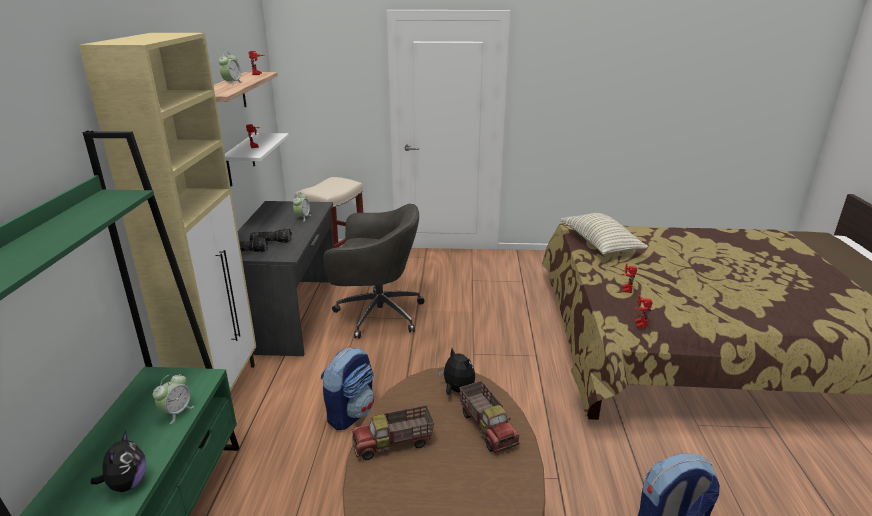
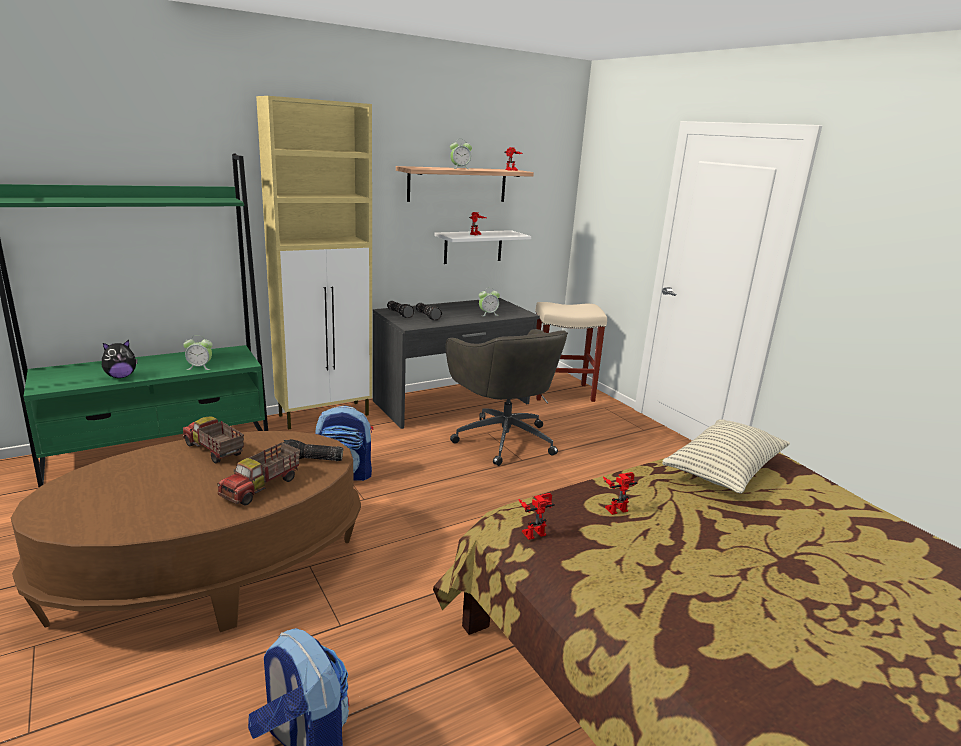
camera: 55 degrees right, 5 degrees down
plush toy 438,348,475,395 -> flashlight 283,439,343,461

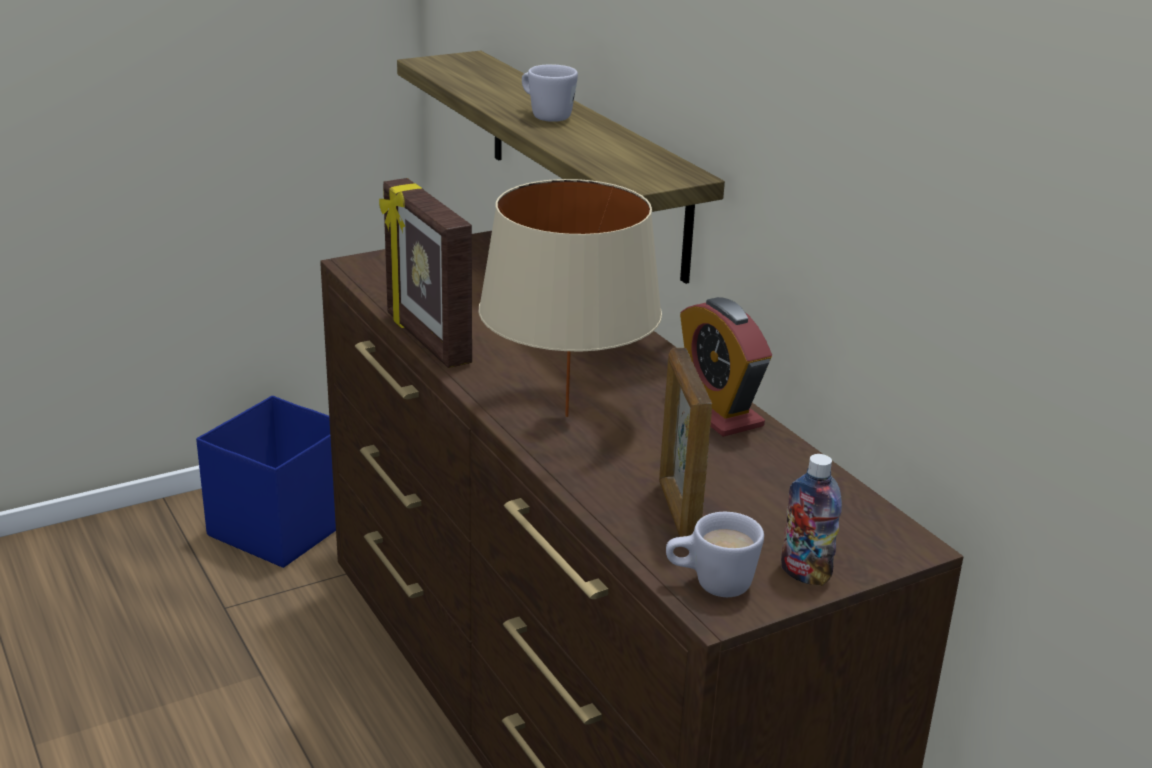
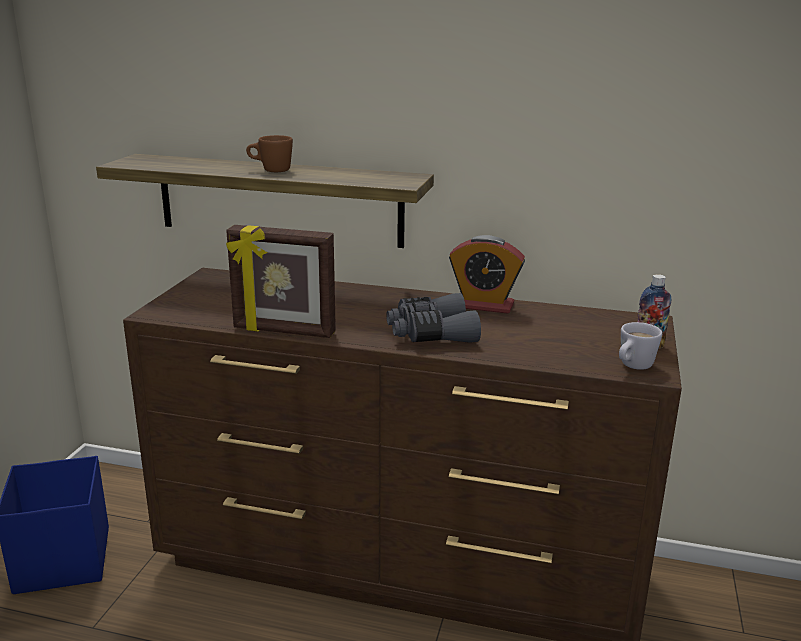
camera: 45 degrees left, 5 degrees down
photo frame 659,348,712,537 -> none
sand-coloured lamp for a table 479,179,662,417 -> grey field glasses 386,293,481,343
whitish coffee mug 522,64,578,122 -> brown coffee mug 246,135,293,172

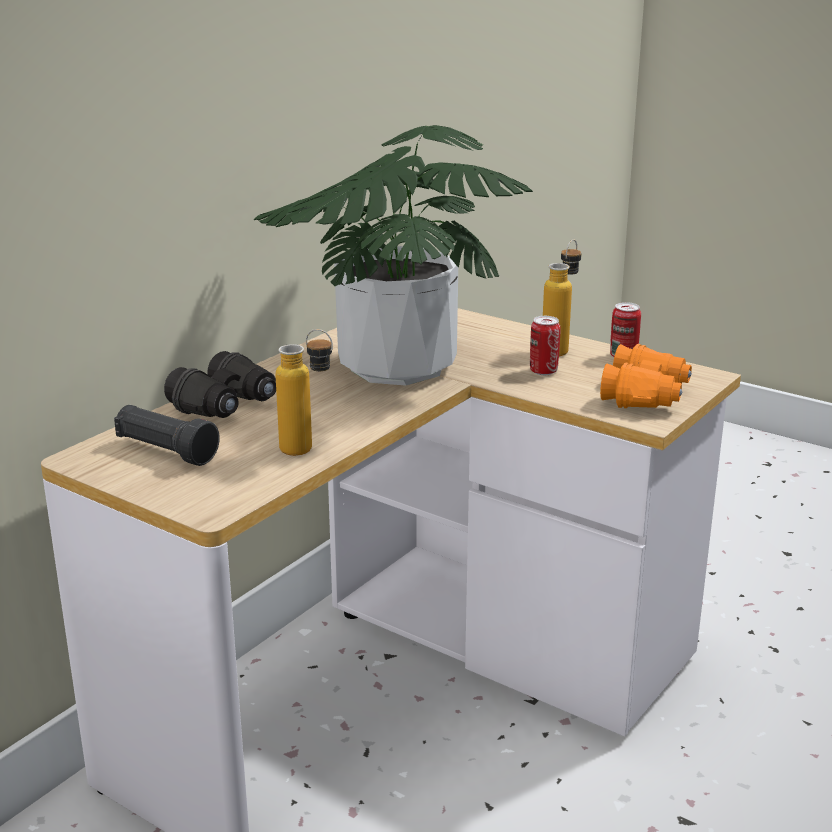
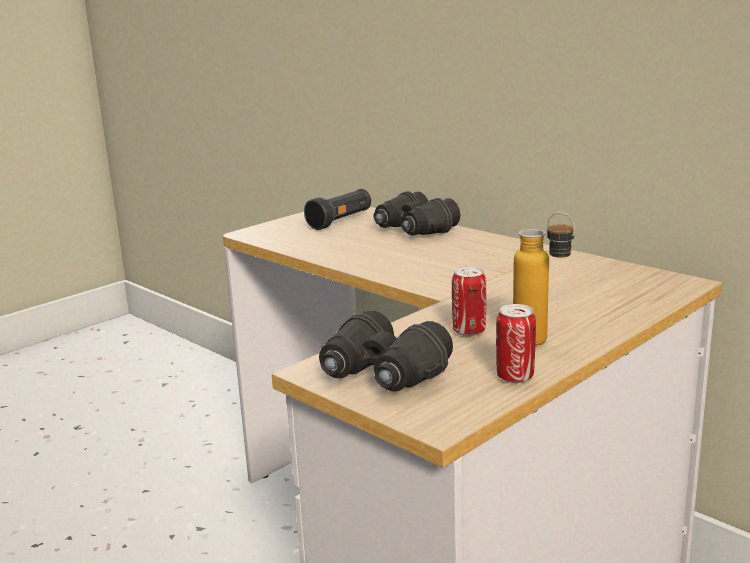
camera: 100 degrees right, 5 degrees down
houseplant 254,125,533,386 -> none
drink bottle 275,329,333,456 -> none
orange-coloured field glasses 600,344,692,408 -> blackish field glasses 319,310,453,392

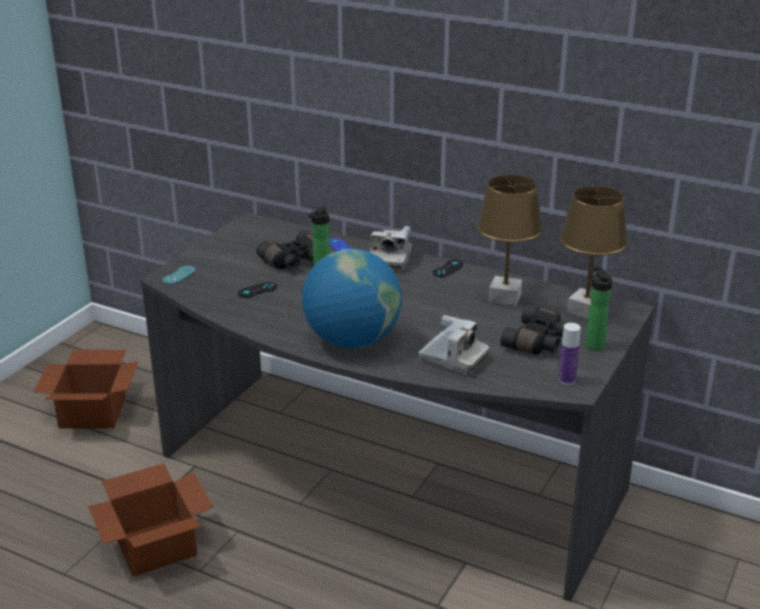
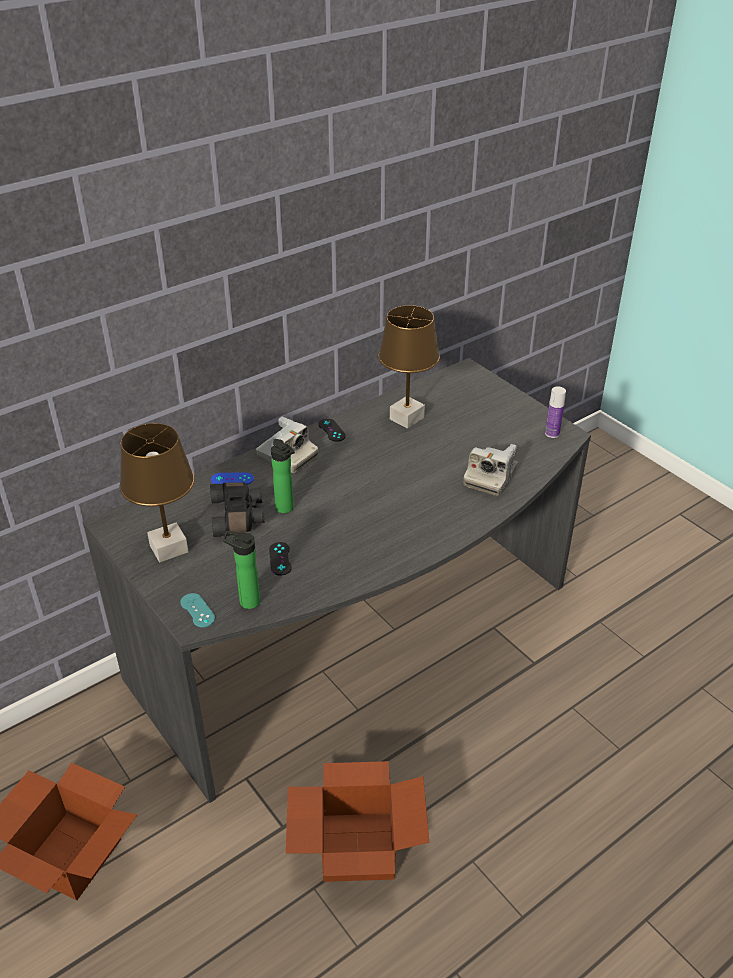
camera: 65 degrees left, 10 degrees up
globe 302,249,402,349 -> none
blackish field glasses 500,305,567,354 -> none
brown lamp for a table 560,186,628,319 -> brown lamp for a table 120,423,195,562, relocated
drink bottle 585,267,612,351 -> drink bottle 223,531,260,609, relocated
still camera 419,315,489,375 -> still camera 463,444,517,496, 150 degrees clockwise

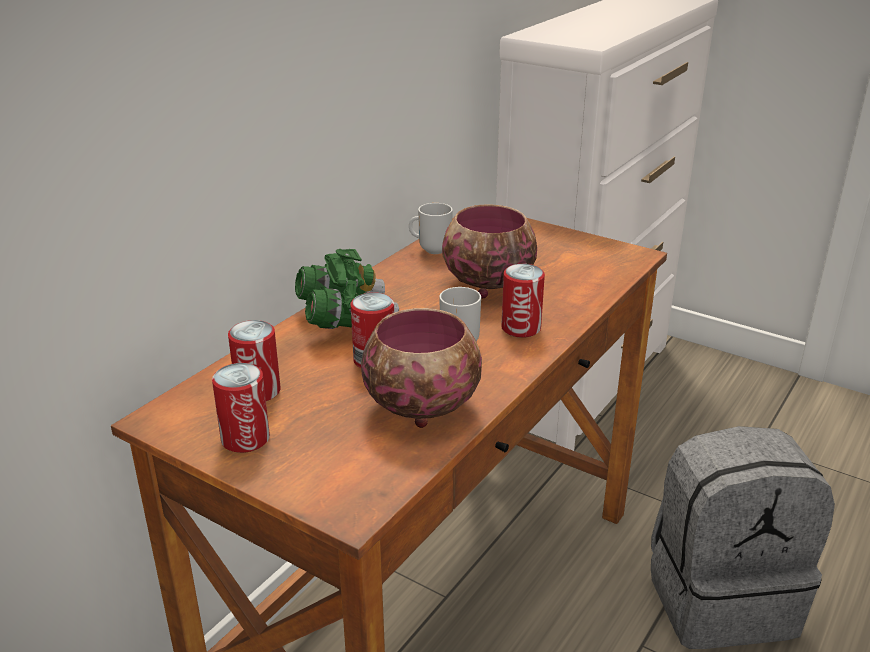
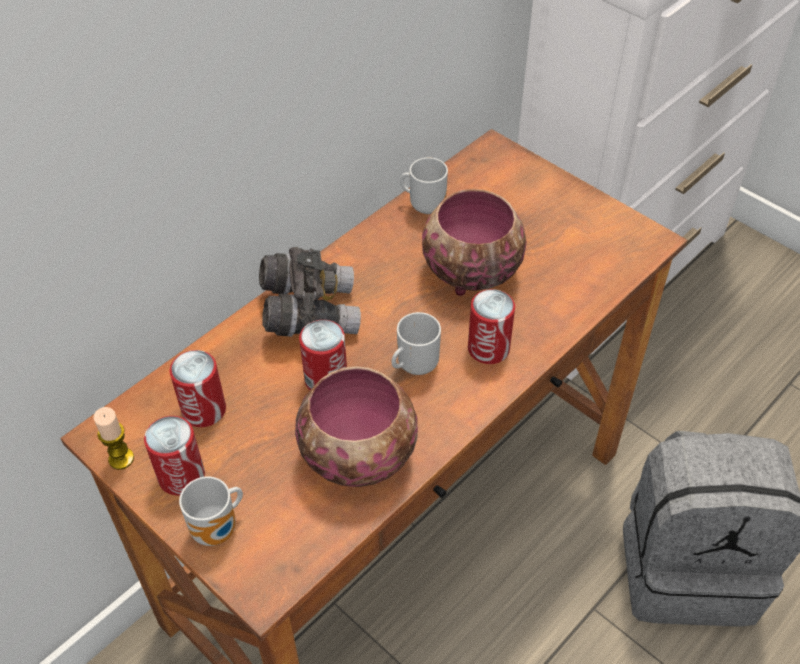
camera: 10 degrees right, 20 degrees up
none -> wax candle 93,407,134,470
none -> coffee mug 179,476,243,546
green field glasses 295,249,399,329 -> grey field glasses 259,247,361,337

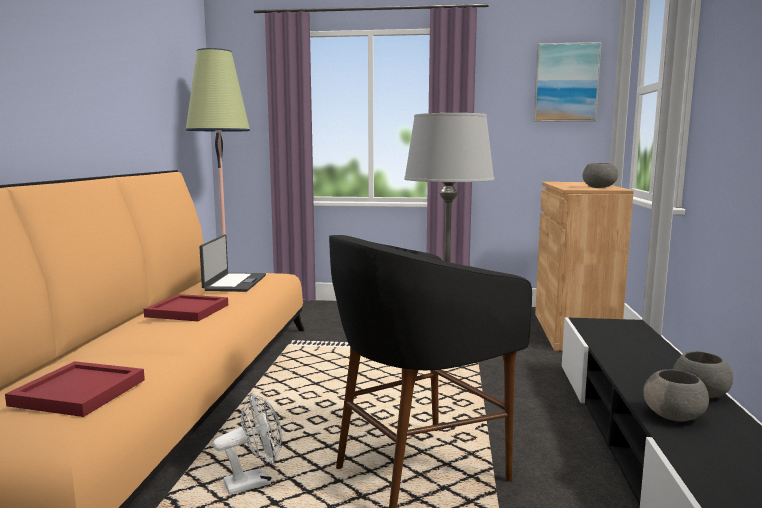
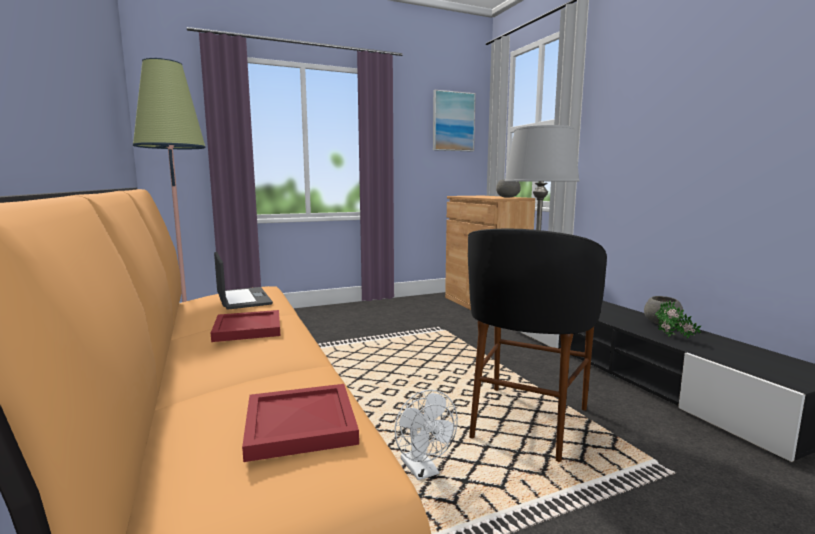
camera: 30 degrees left, 0 degrees up
grey bowl 643,369,709,421 -> houseplant 655,301,701,339
whitish fan 213,393,282,495 -> whitish fan 395,390,458,480, 120 degrees clockwise

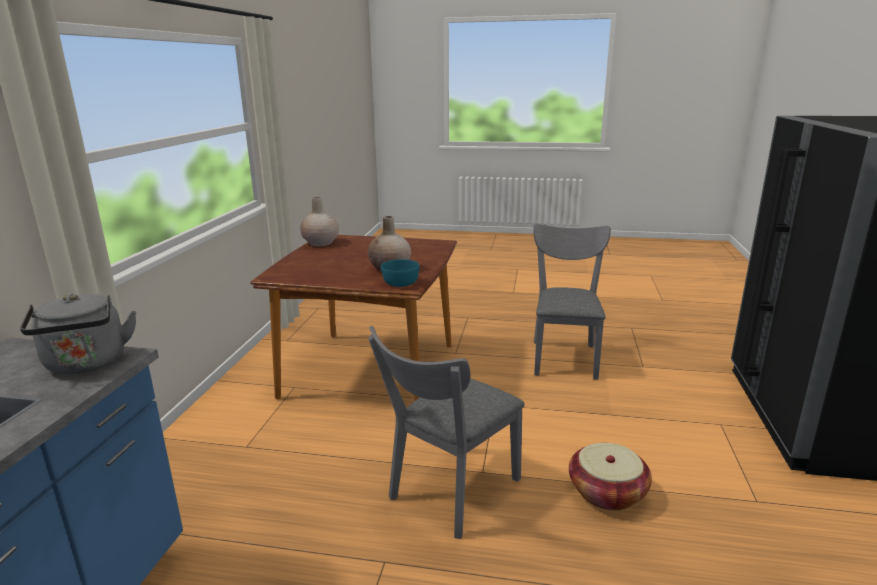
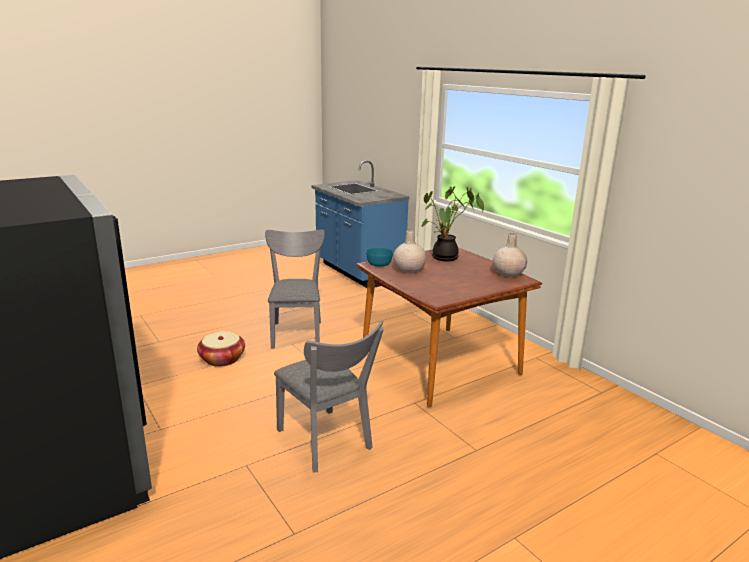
camera: 135 degrees right, 0 degrees up
grey tea kettle 20,294,136,374 -> none
none -> houseplant 421,186,484,261

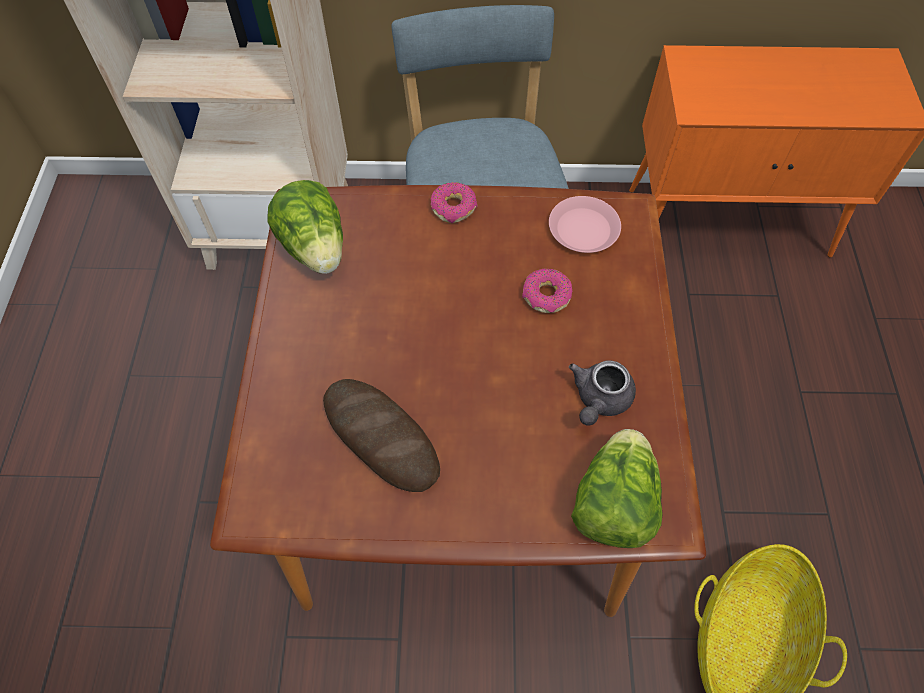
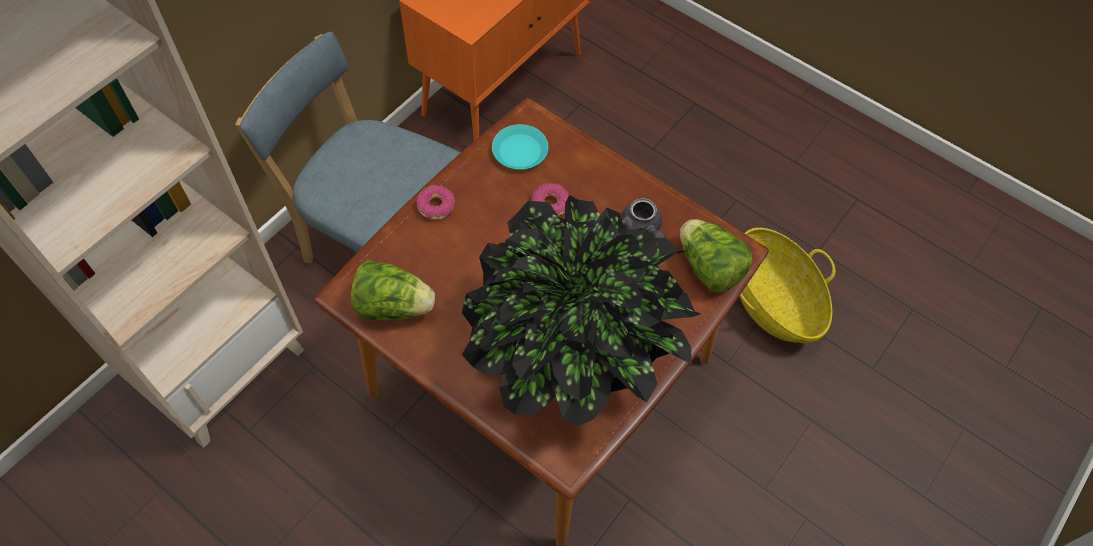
camera: 55 degrees left, 0 degrees up
bakery bread 323,379,440,492 -> houseplant 462,195,701,426
pink-coloured dinner plate 549,196,621,253 -> turquoise-coloured dinner plate 492,124,548,170

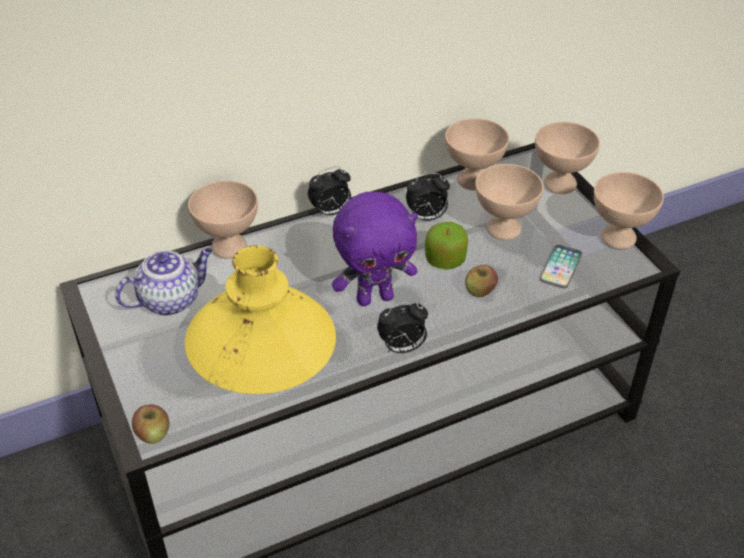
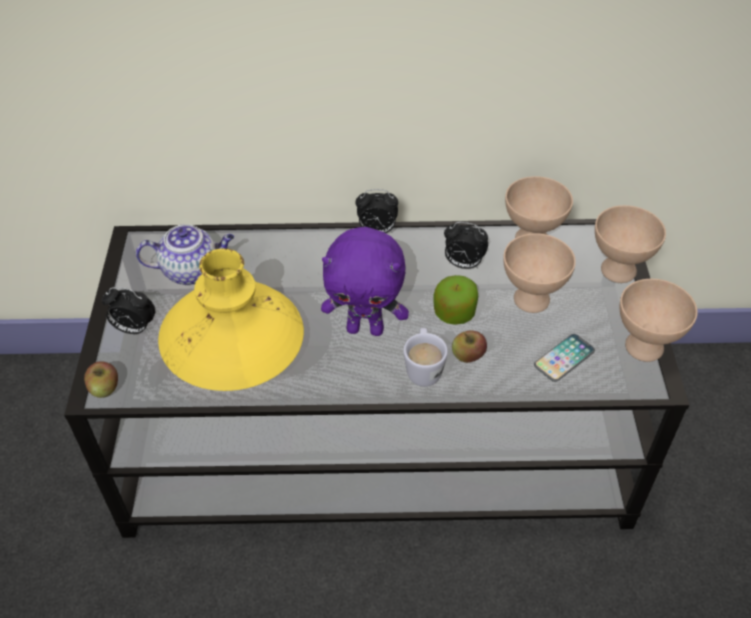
camera: 25 degrees right, 5 degrees up
sand-coloured bowl 188,181,258,258 -> none
none -> whitish coffee mug 403,328,448,387
table clock 377,301,428,353 -> table clock 102,287,156,334, relocated

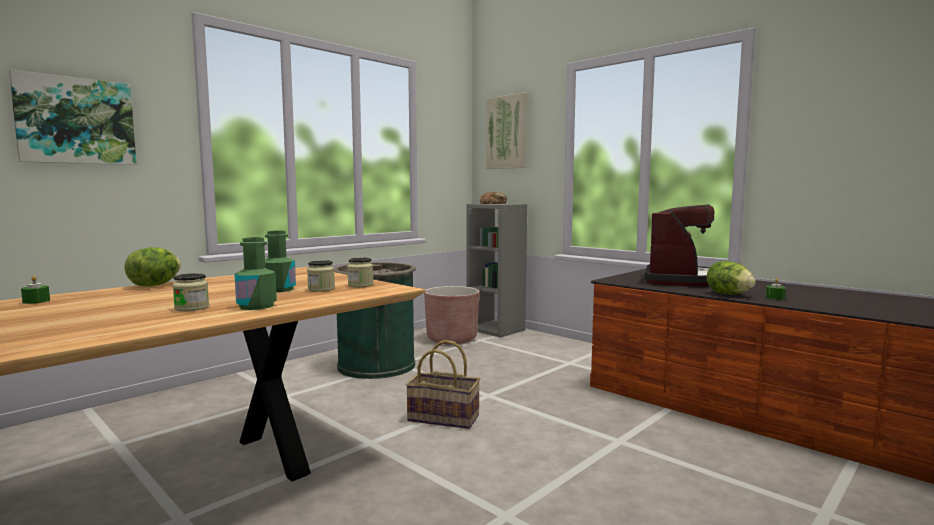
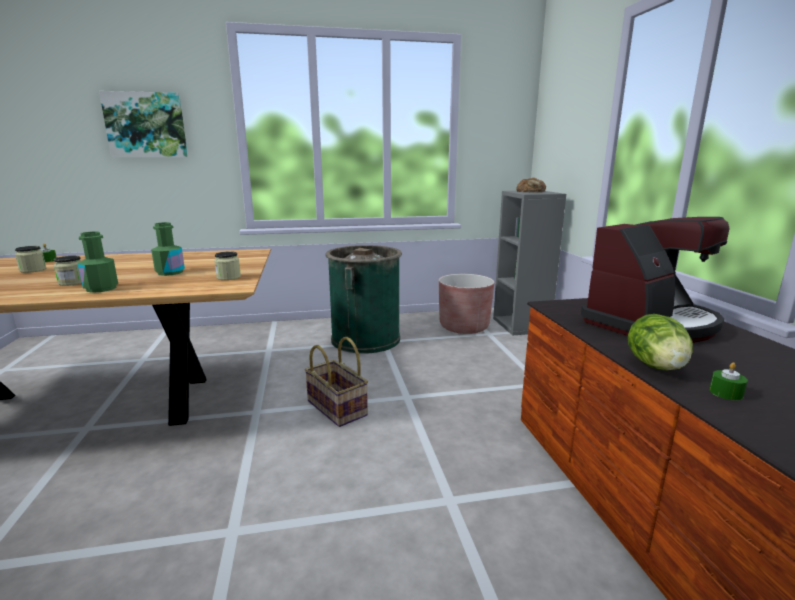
camera: 35 degrees right, 10 degrees up
lettuce head 124,247,181,287 -> none
wall picture 486,93,527,169 -> none
preserve jar 307,260,335,292 -> preserve jar 15,246,46,273, relocated

